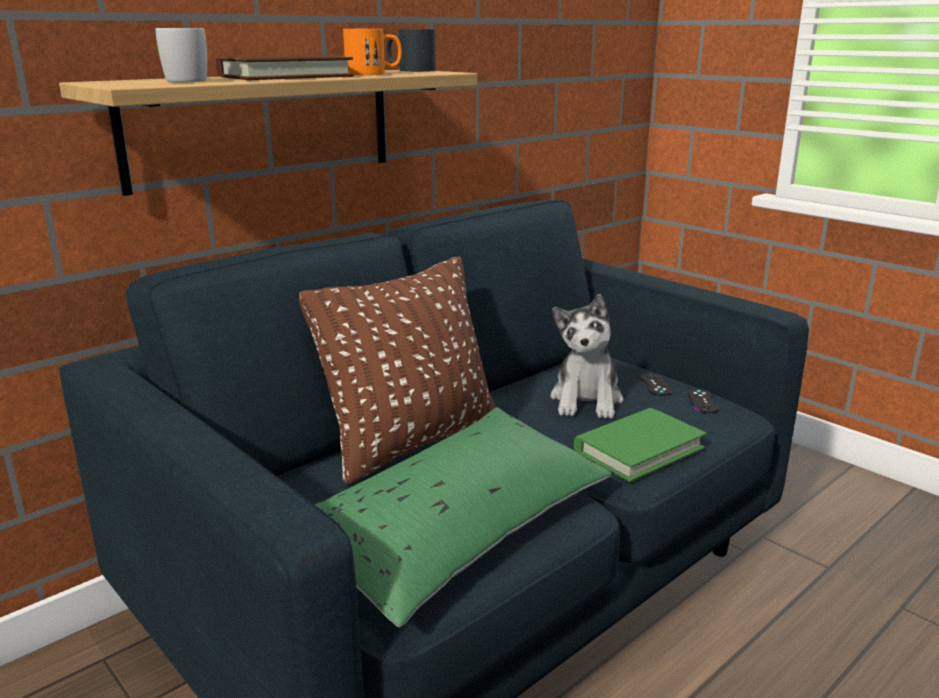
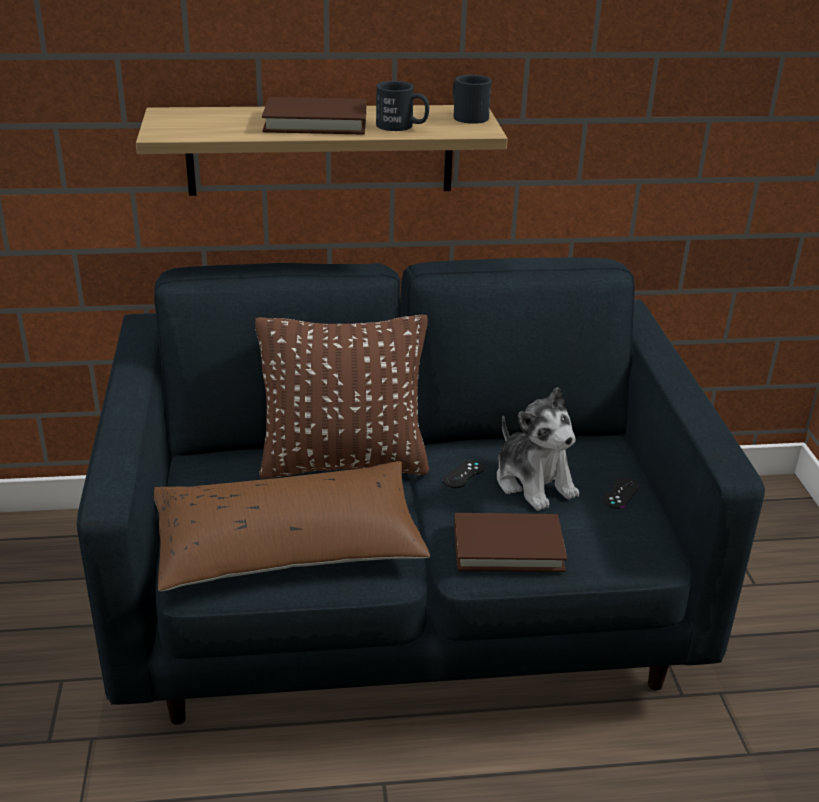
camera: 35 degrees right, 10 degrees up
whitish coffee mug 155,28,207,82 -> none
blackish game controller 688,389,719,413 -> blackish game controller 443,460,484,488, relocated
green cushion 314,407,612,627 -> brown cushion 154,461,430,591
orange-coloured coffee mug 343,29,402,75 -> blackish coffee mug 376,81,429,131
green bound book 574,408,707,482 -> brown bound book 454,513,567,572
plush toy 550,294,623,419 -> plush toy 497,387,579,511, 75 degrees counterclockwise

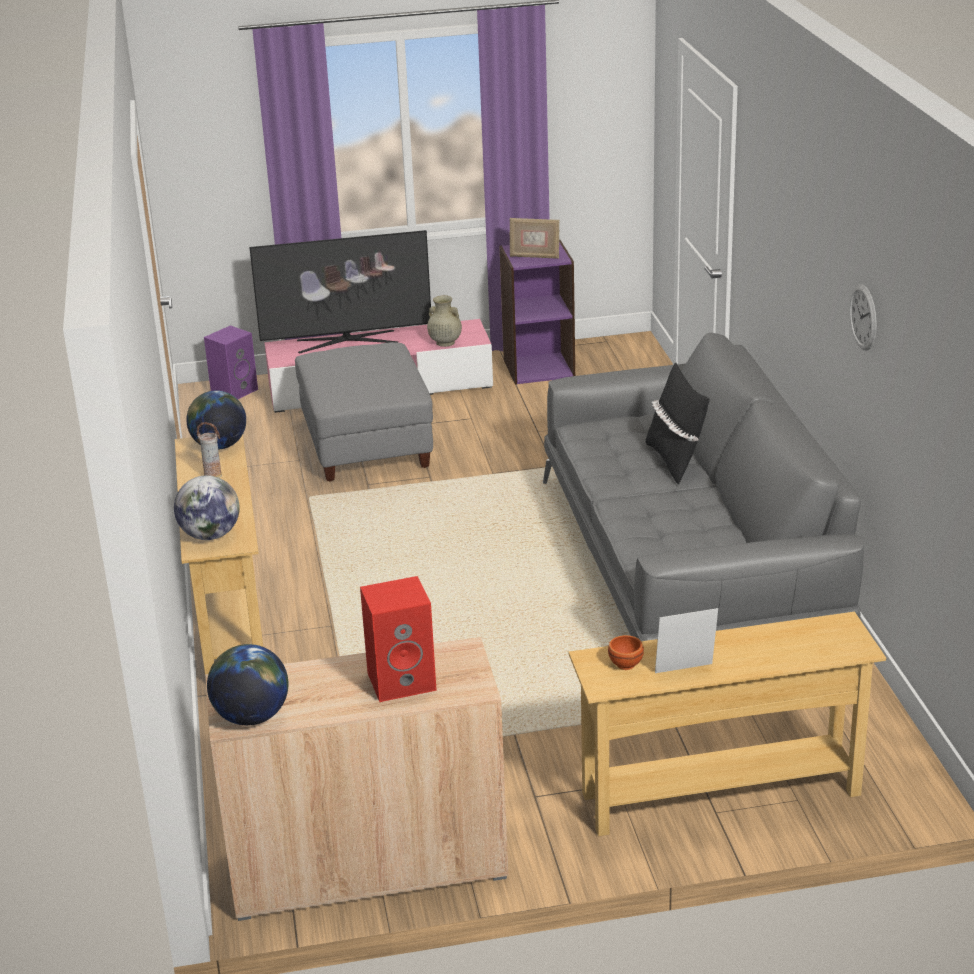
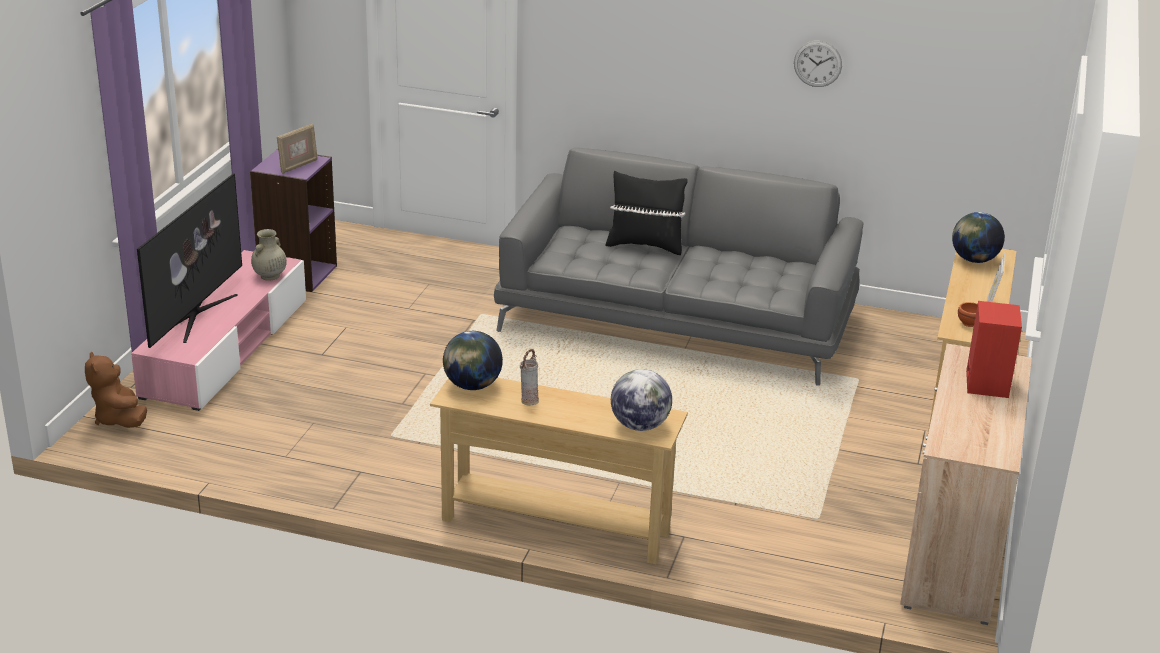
camera: 65 degrees left, 0 degrees up
grey ottoman 295,342,433,482 -> none
globe 207,644,288,725 -> globe 952,212,1005,263, relocated
purple-coloured loudspeaker 204,325,258,399 -> brown plush toy 85,351,147,428

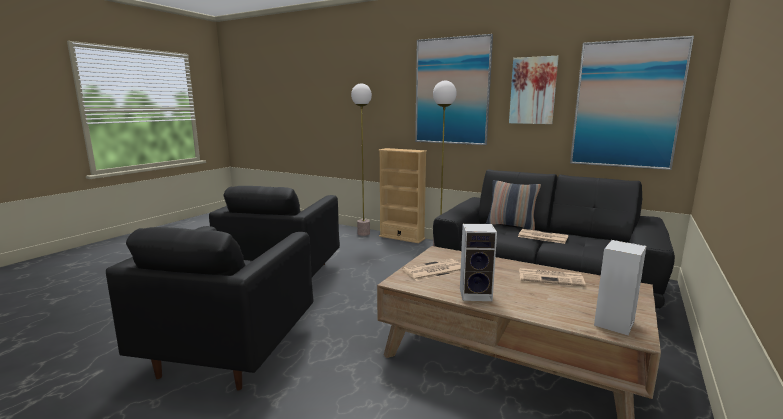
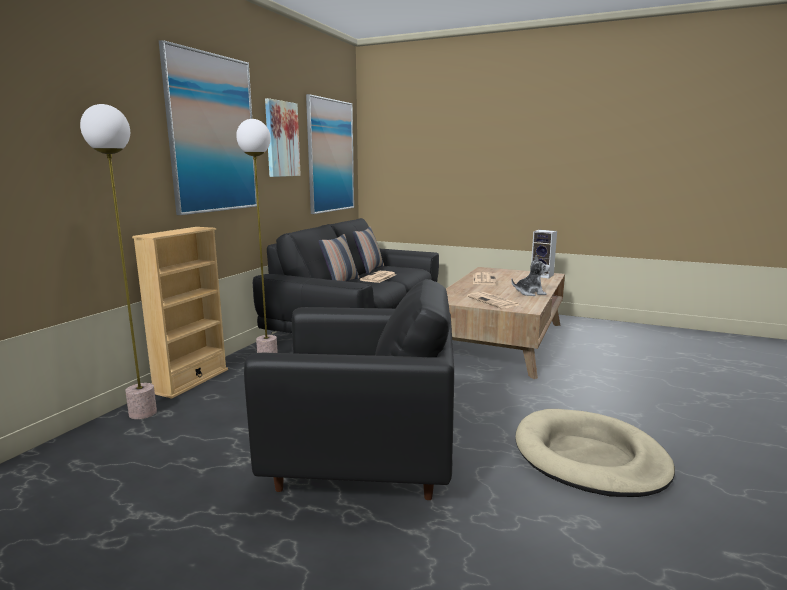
camera: 95 degrees left, 0 degrees up
none -> cushion 353,227,384,274
blackish easy chair 106,226,313,390 -> sand-coloured dog bed 516,409,675,497
loudspeaker 460,224,497,301 -> plush toy 511,255,550,296

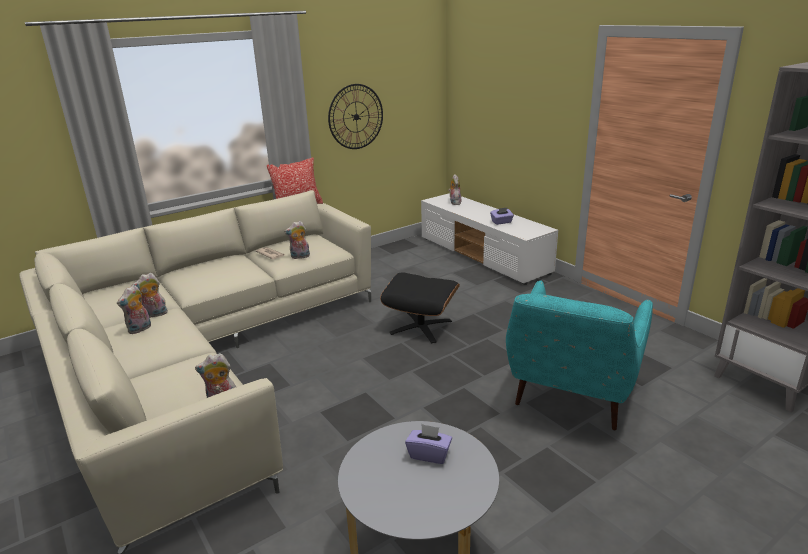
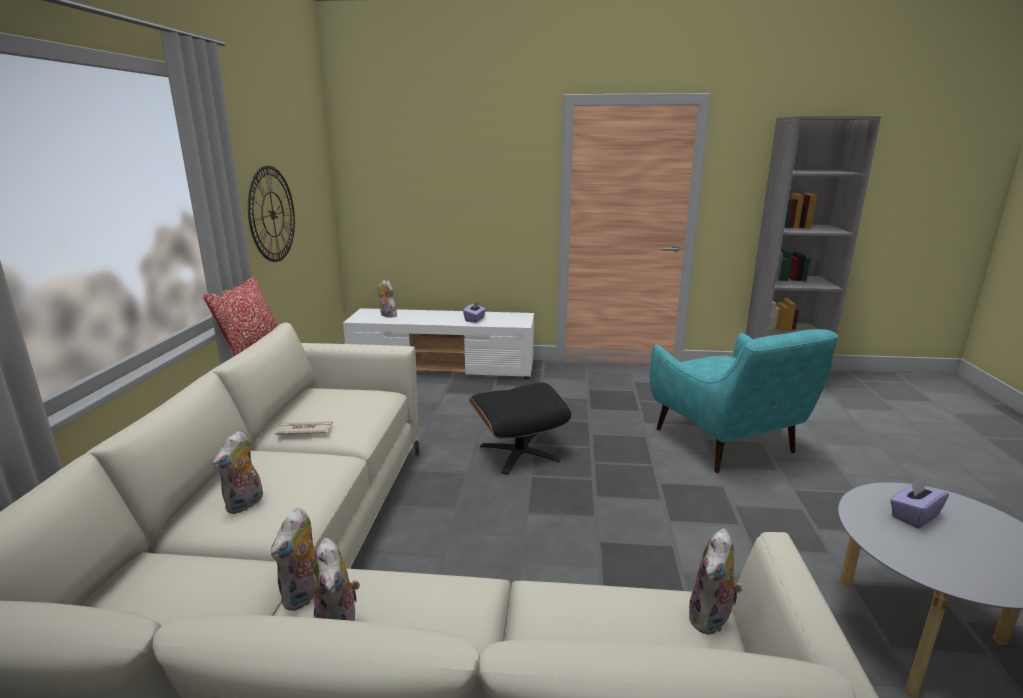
camera: 50 degrees left, 5 degrees down
plush toy 284,221,310,259 -> plush toy 213,431,263,514, relocated

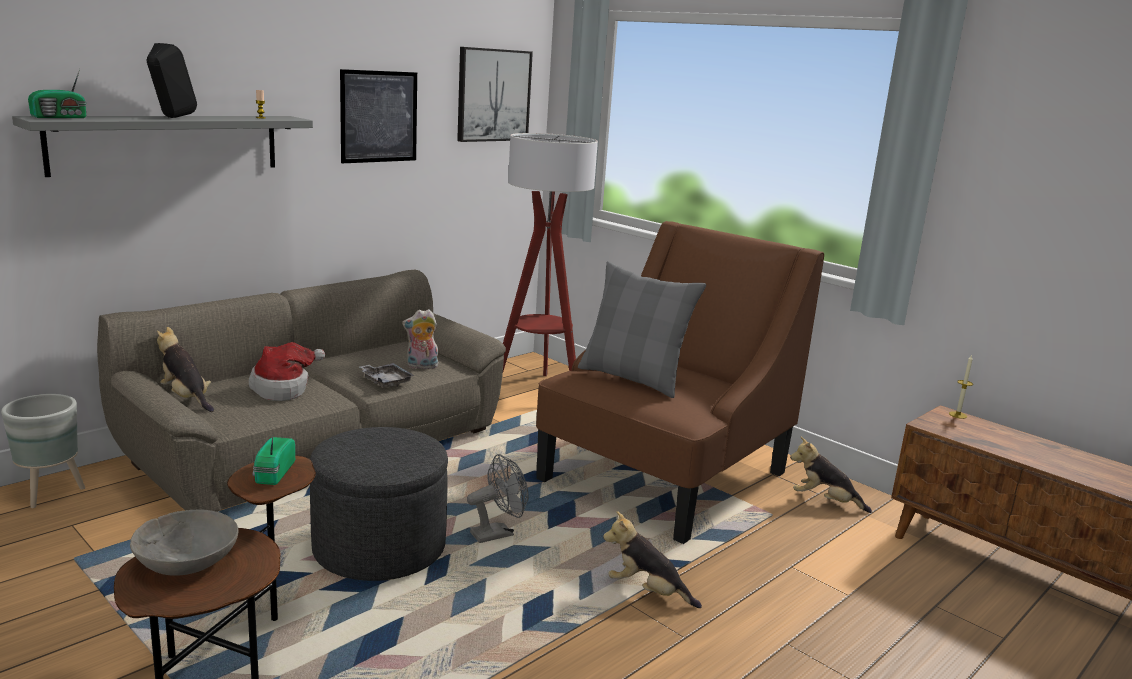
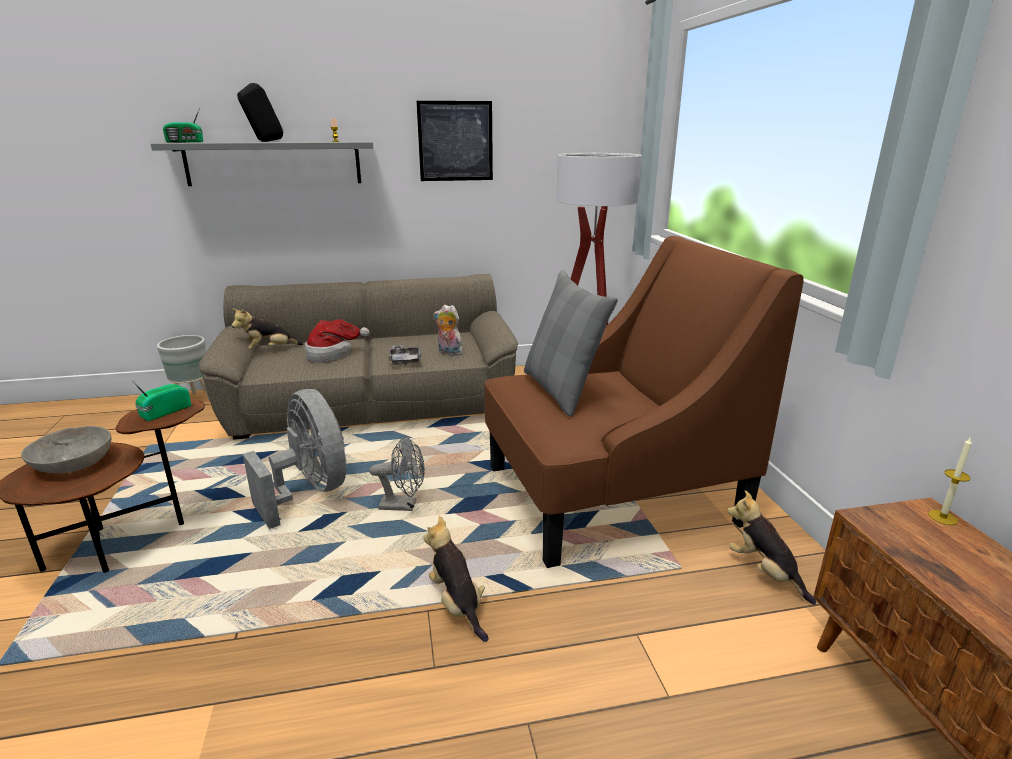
camera: 35 degrees right, 5 degrees up
wall picture 457,47,533,142 -> none
grey ottoman 310,427,448,581 -> grey fan 243,389,346,529
plush toy 157,327,214,412 -> plush toy 232,308,304,349, 105 degrees counterclockwise

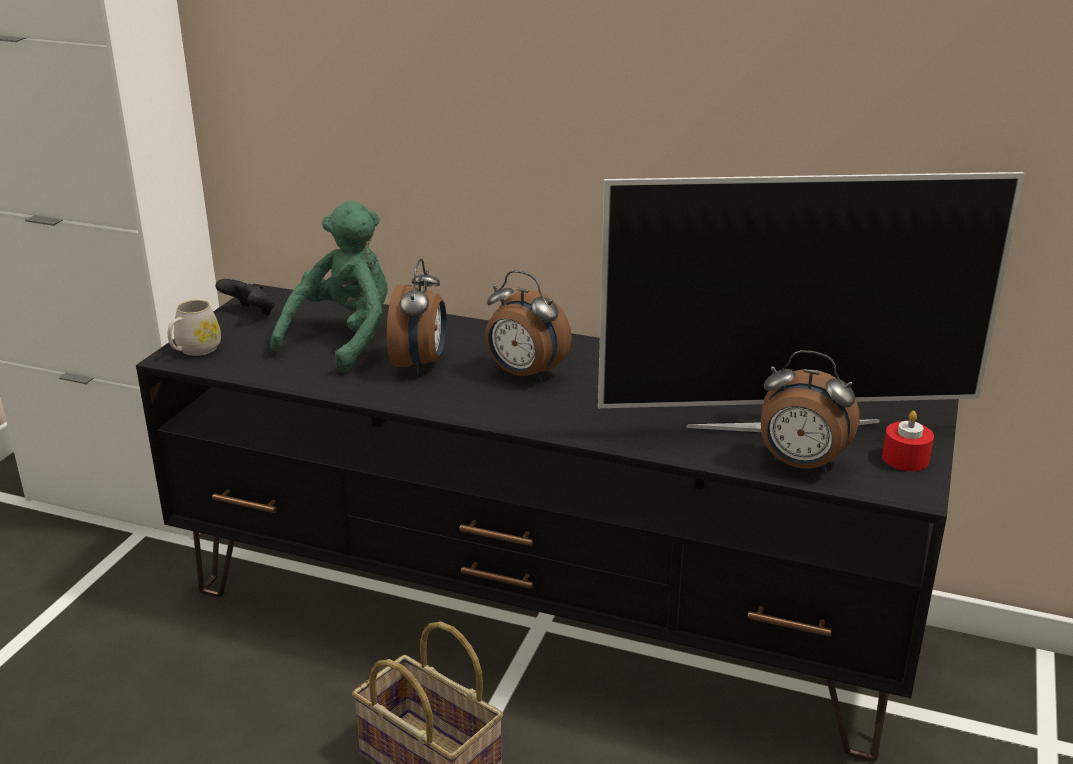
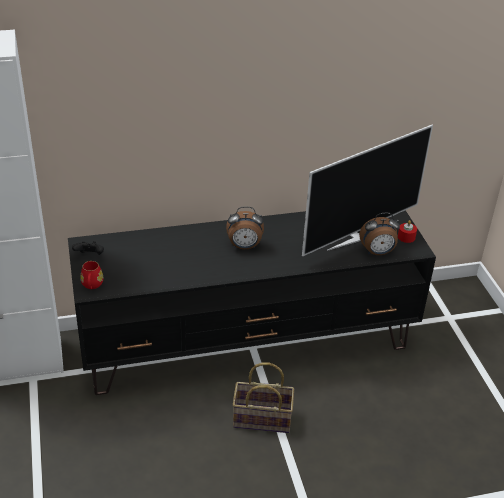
camera: 35 degrees left, 10 degrees up
green plush toy 270,201,388,373 -> none
table clock 387,259,446,374 -> none
whitish coffee mug 168,300,221,356 -> reddish coffee mug 80,261,103,289

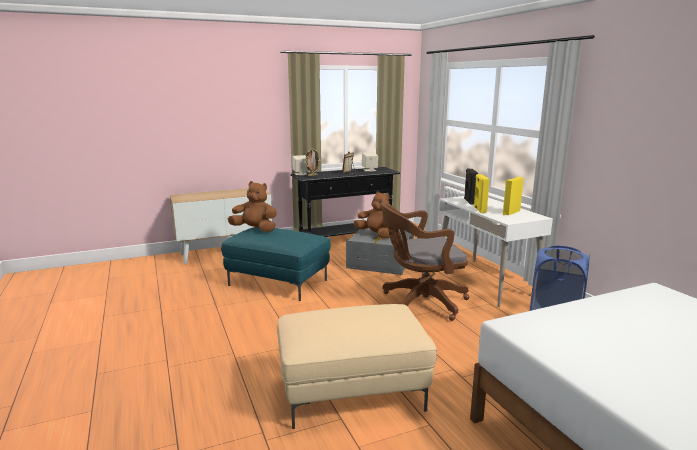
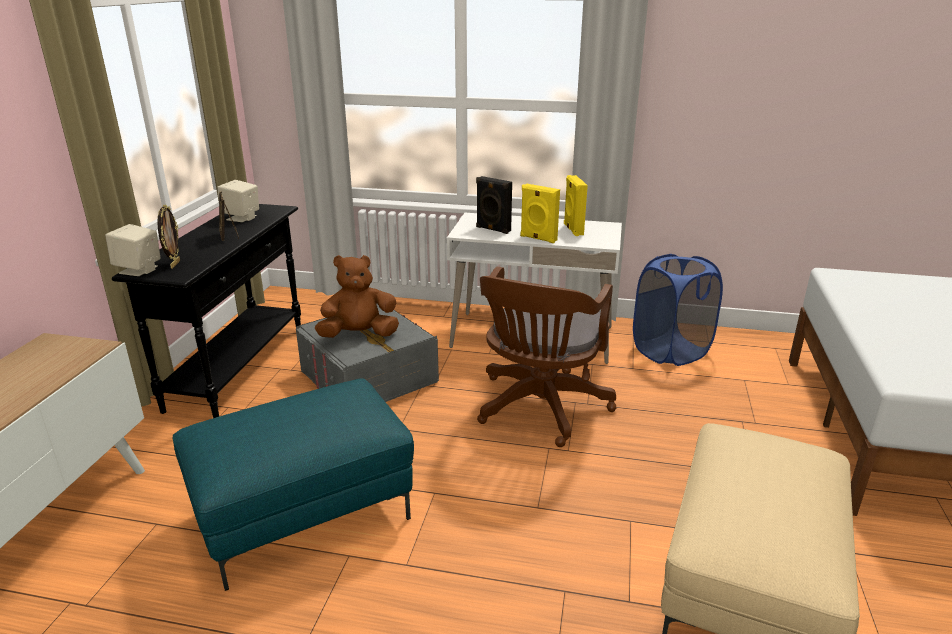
camera: 55 degrees left, 10 degrees up
brown plush toy 228,181,277,232 -> none

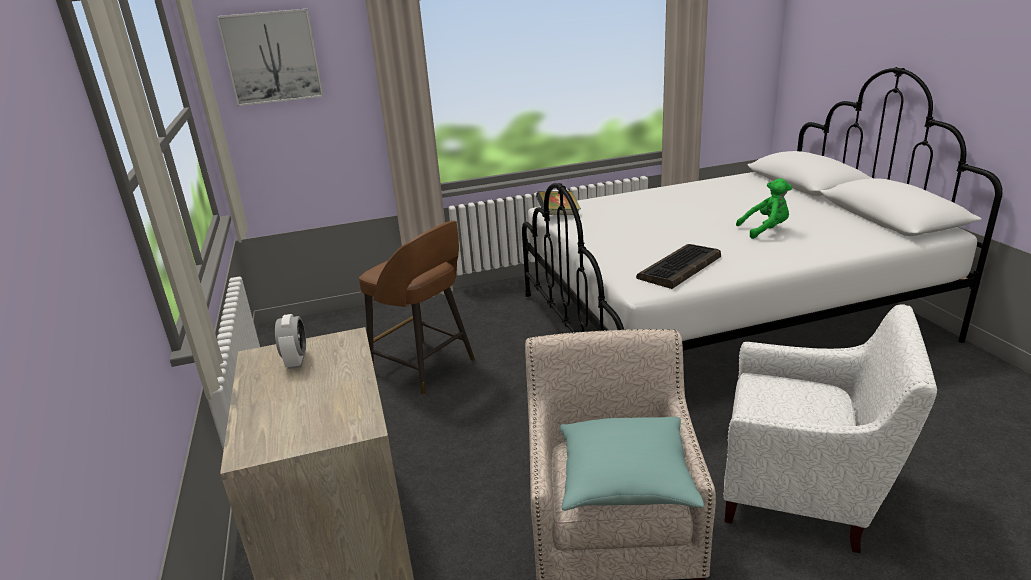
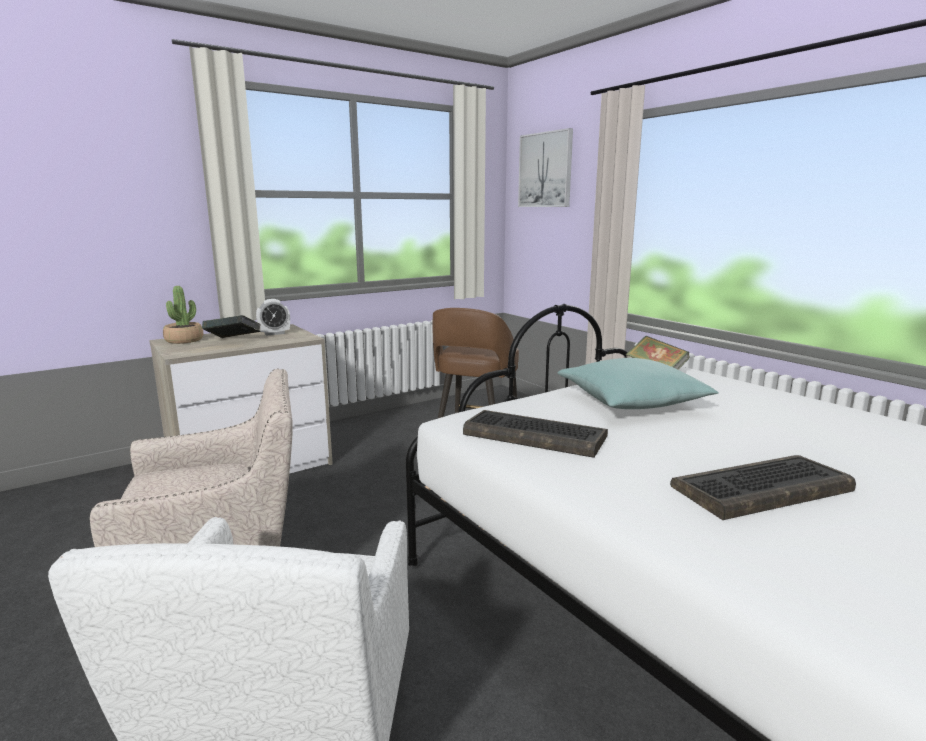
camera: 70 degrees right, 10 degrees down
none -> houseplant 163,286,203,344
none -> bound book 202,315,261,338
turquoise-coloured cushion 560,417,704,511 -> turquoise-coloured cushion 558,358,719,409, relocated
green plush toy 736,178,792,239 -> computer keyboard 670,455,856,520

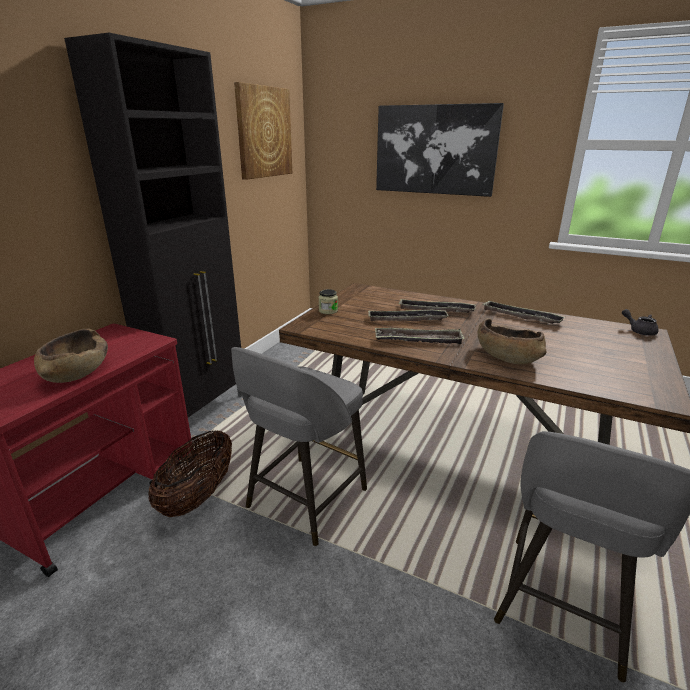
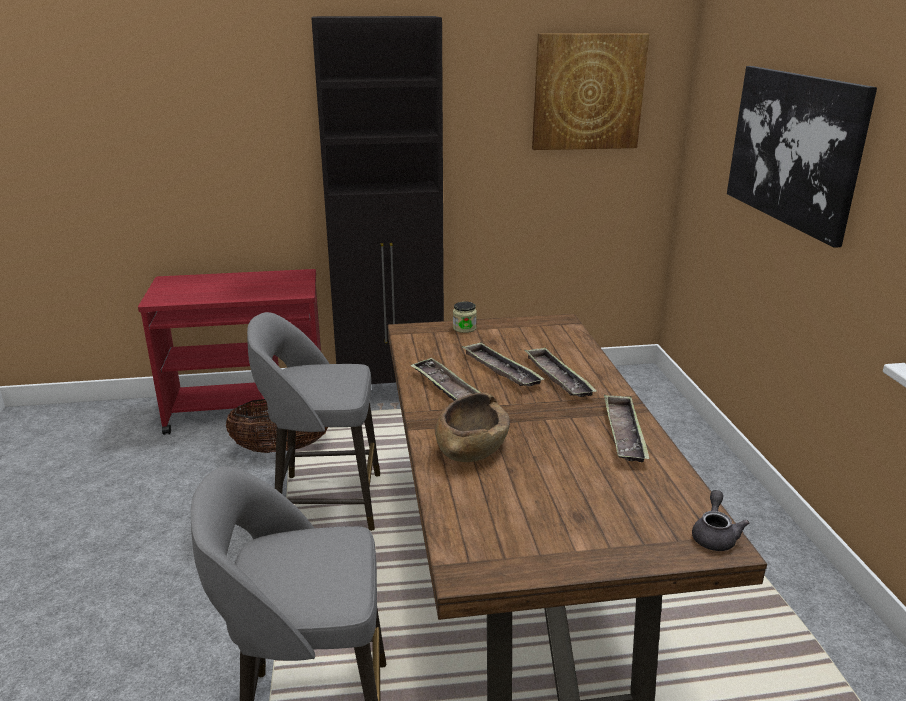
camera: 55 degrees right, 0 degrees up
brown bowl 34,328,108,383 -> none

